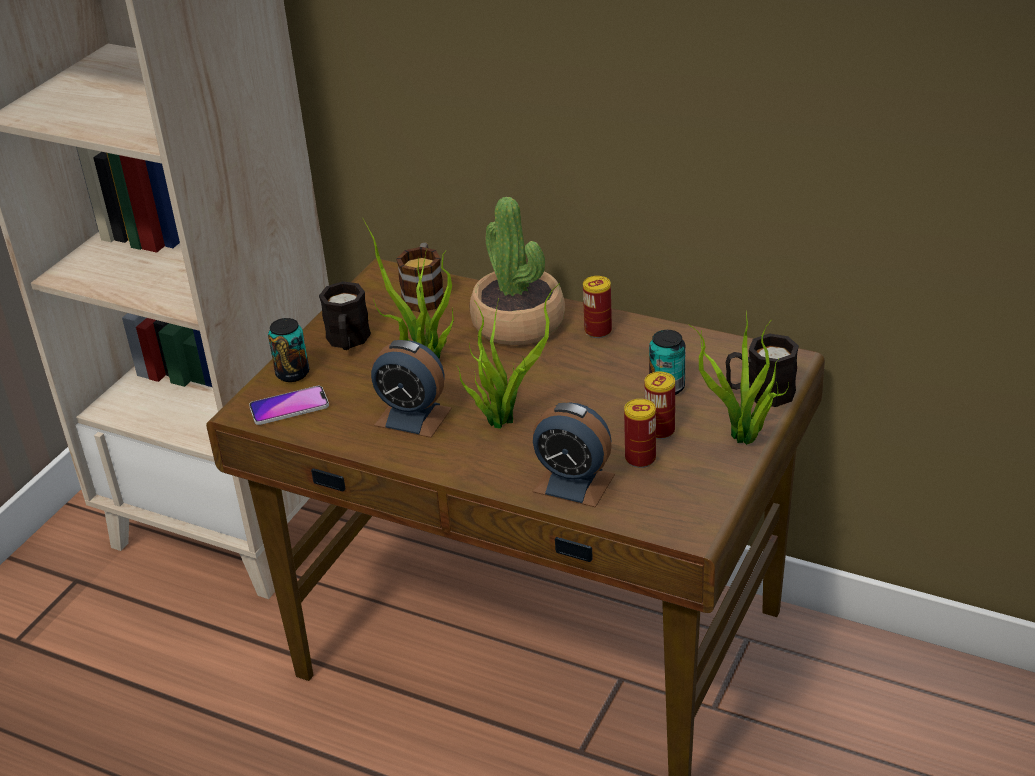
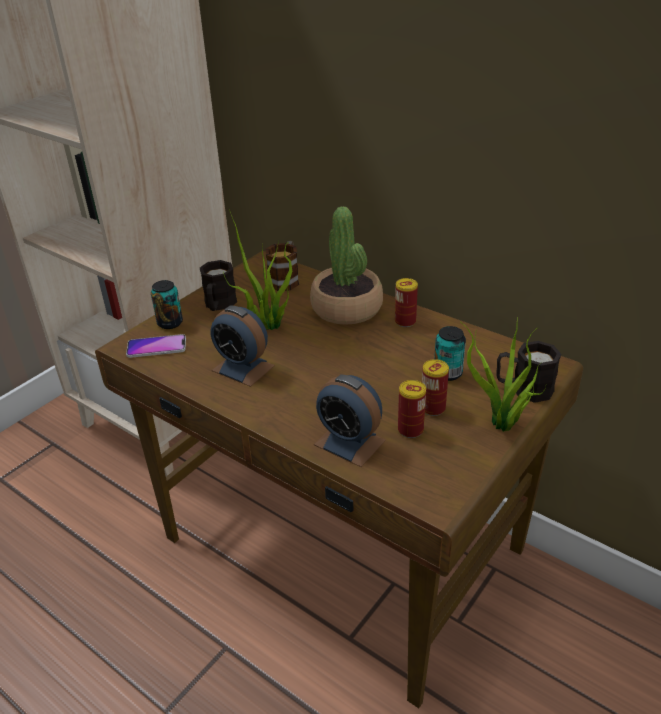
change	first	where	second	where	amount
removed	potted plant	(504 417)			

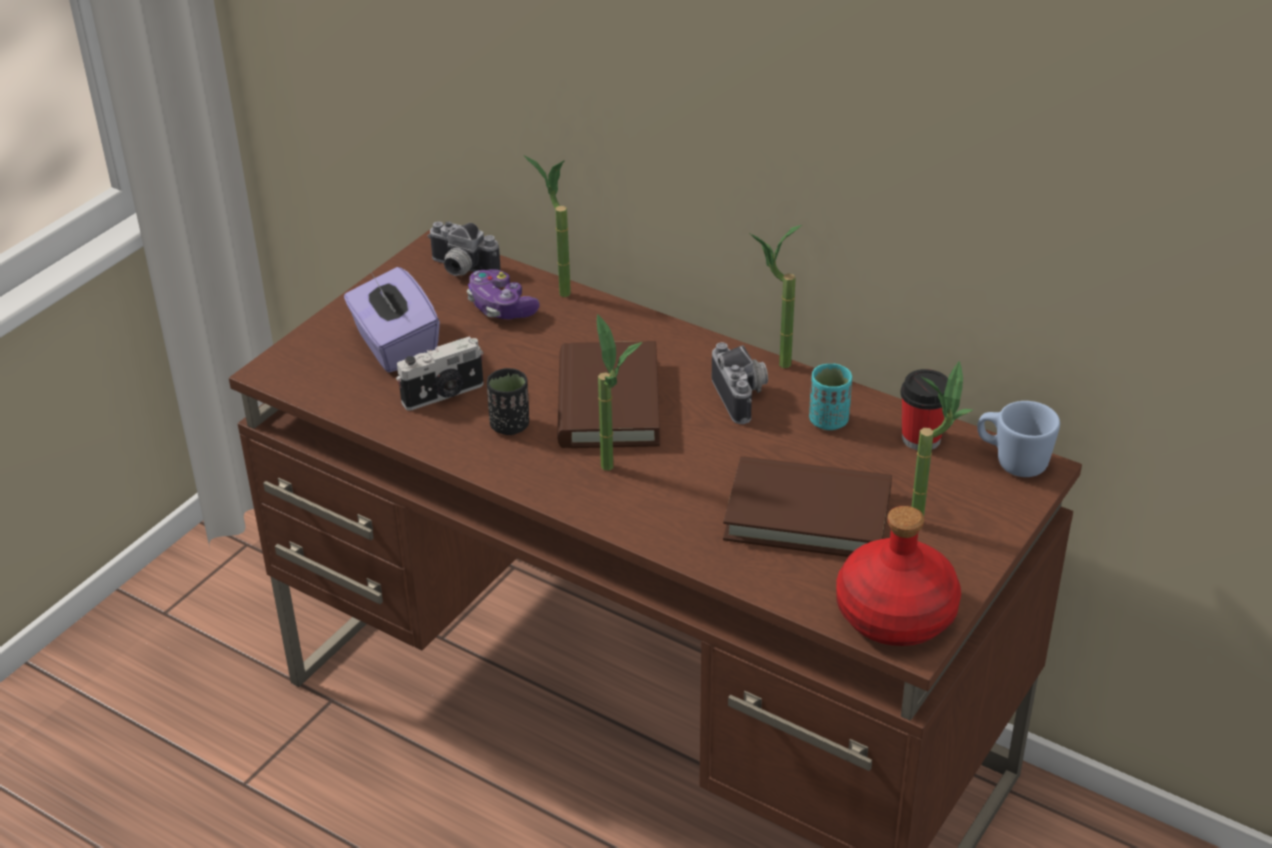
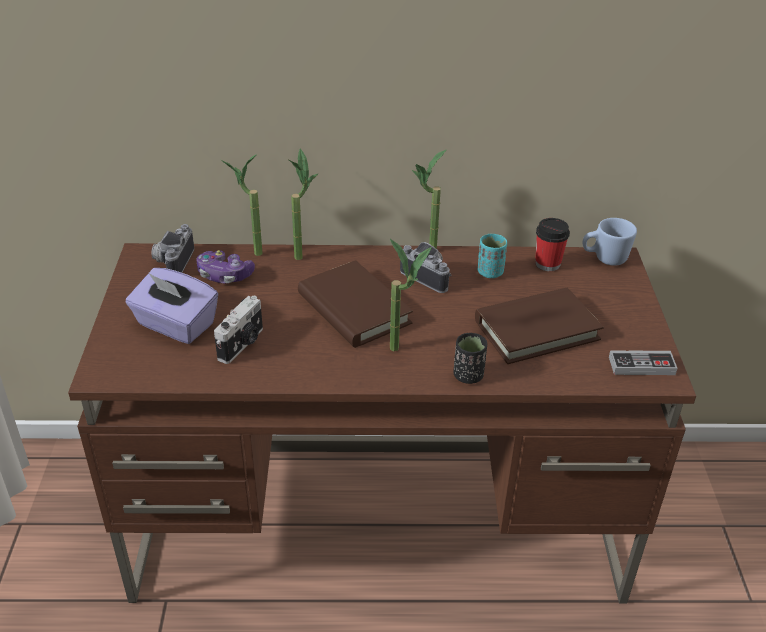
change	first	where	second	where	amount
turned	photo camera	(460 270)		(172 261)	105 degrees clockwise
moved	potted plant	(927 518)		(302 253)	
moved	blackish drinking cup	(510 425)		(468 376)	
replaced	reddish beverage bottle	(897 614)	gamepad	(641 366)	

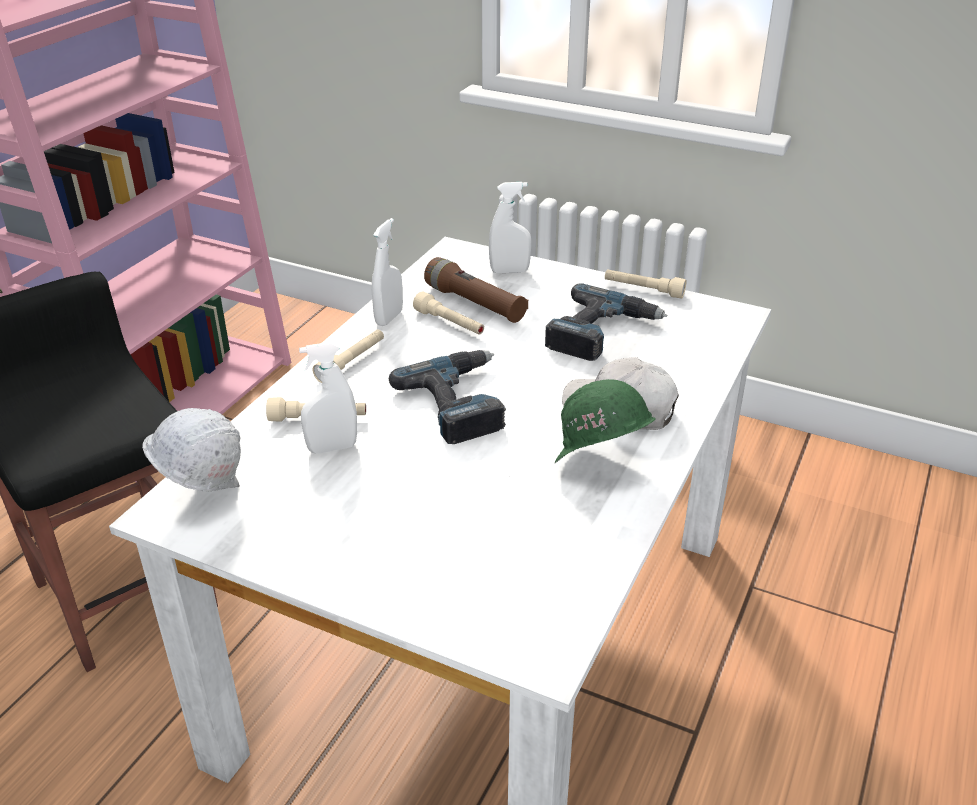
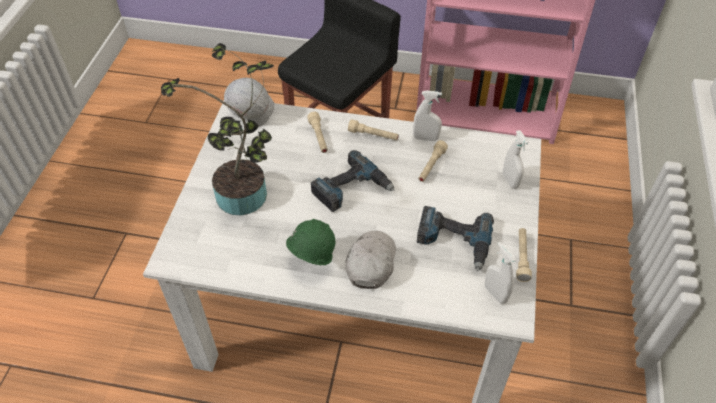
change	first	where	second	where	amount
removed	brown flashlight	(475 304)			
moved	white spray bottle	(332 448)		(495 294)	
added			potted plant	(245 199)	

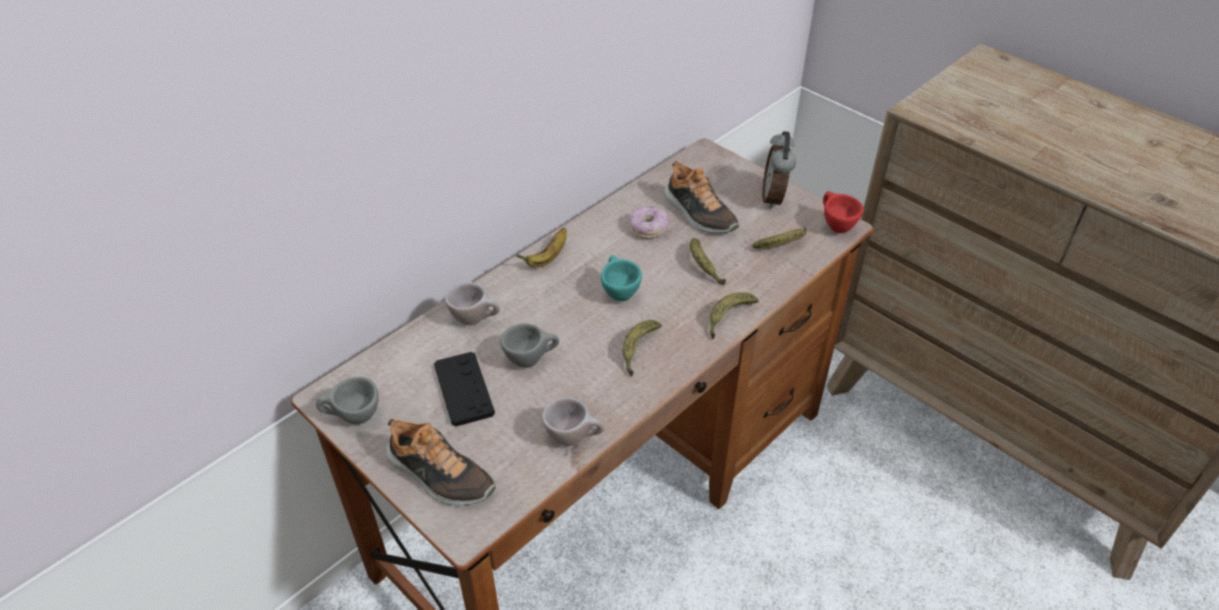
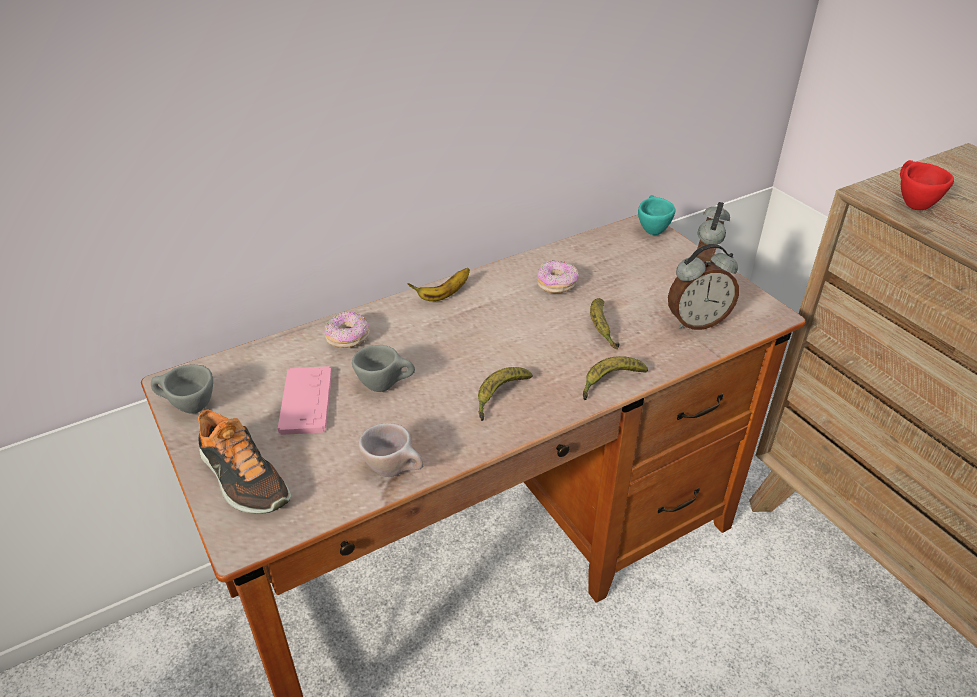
change	first	where	second	where	amount
removed	low shoe	(698 213)			
moved	reddish drinking cup	(834 226)		(911 203)	
replaced	banana fruit	(783 245)	table clock	(696 322)	
moved	turquoise drinking cup	(618 292)		(651 229)	
replaced	beige drinking cup	(475 319)	donut	(348 338)	
recoloured	blackish gamepad	(464 390)	pink gamepad	(306 401)	

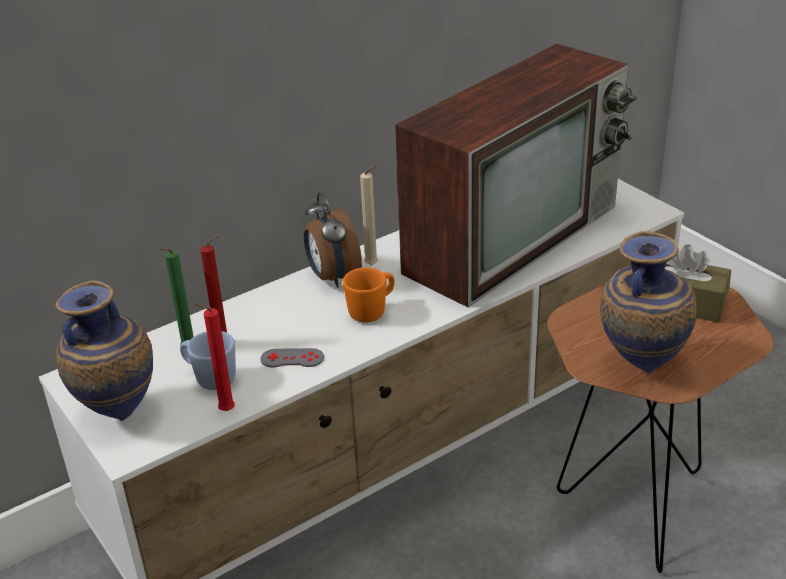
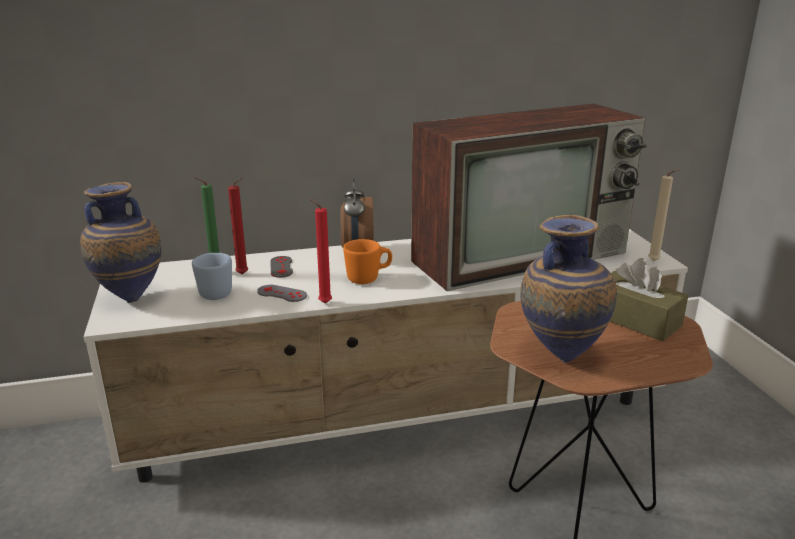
change	first	where	second	where	amount
moved	beige wax candle	(373 265)		(655 262)	
moved	reddish wax candle	(224 411)		(323 303)	
added			gray gamepad	(281 267)	

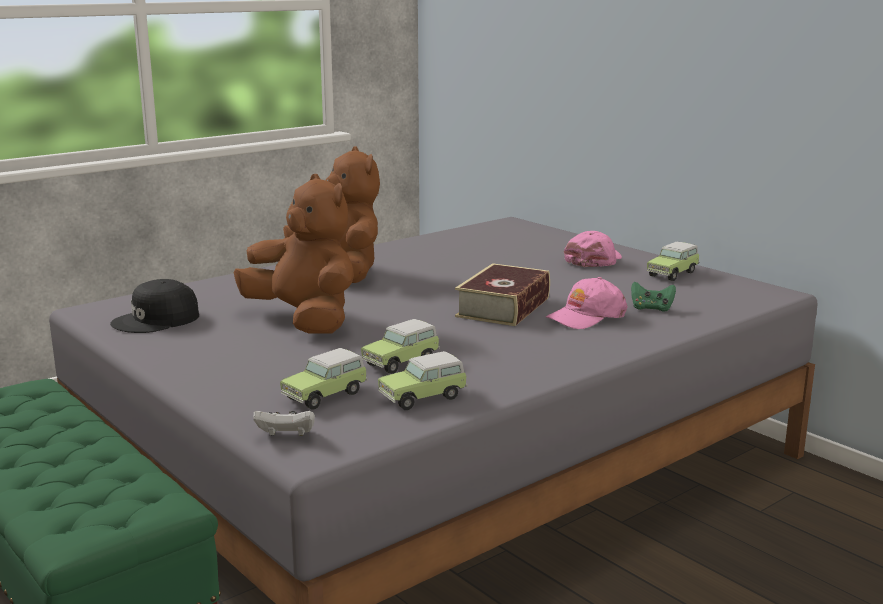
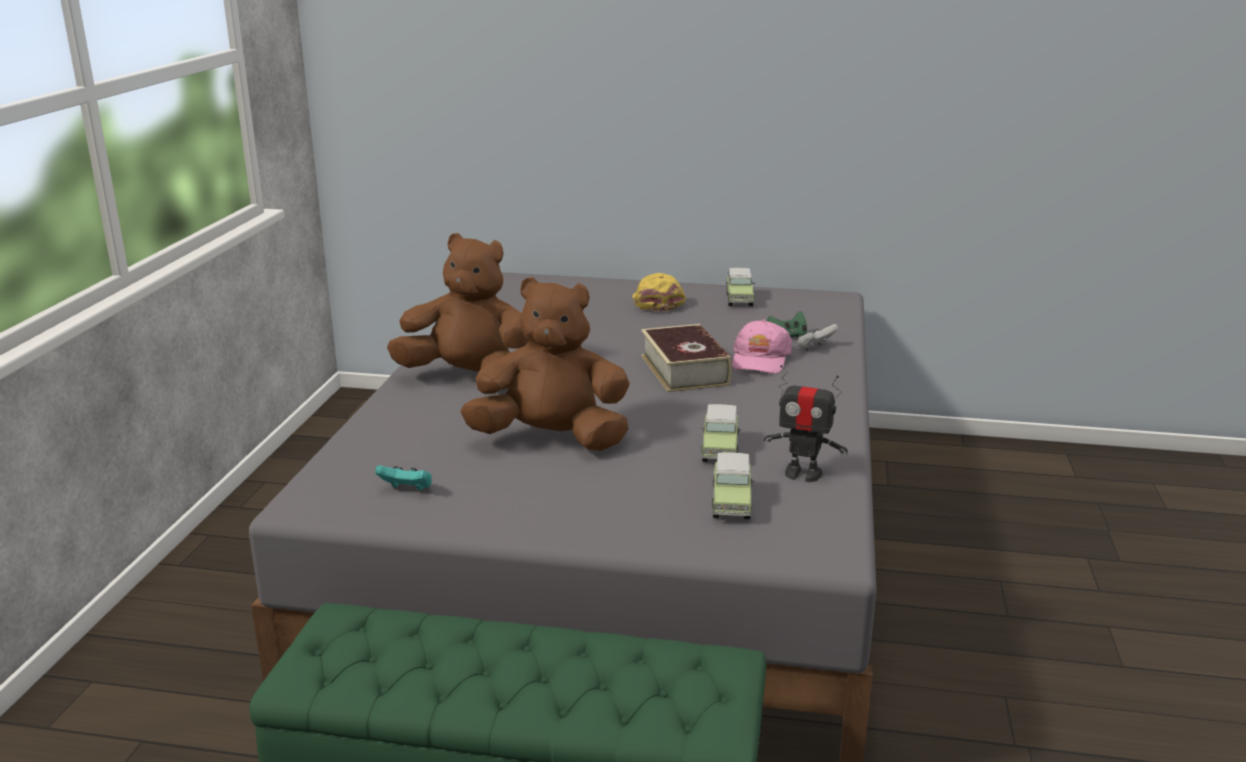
change	first	where	second	where	amount
recoloured	pink baseball cap	(594 260)	yellowish baseball cap	(656 302)	
replaced	blackish baseball cap	(157 320)	turquoise gamepad	(407 490)	
replaced	model car	(425 397)	robot figure	(803 474)	
moved	white gamepad	(286 436)		(815 347)	

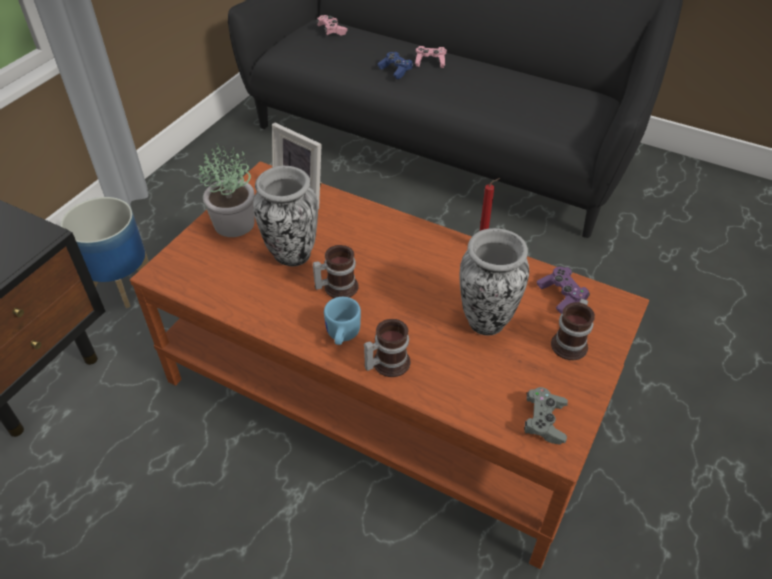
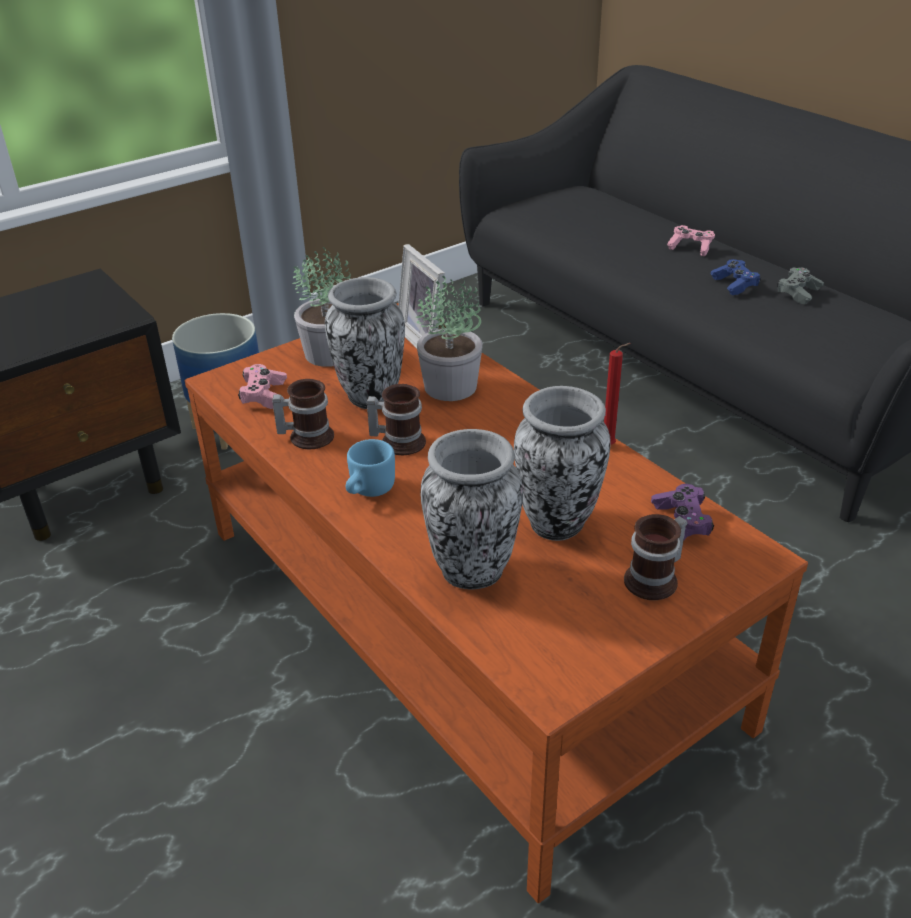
change	first	where	second	where	amount
moved	pink gamepad	(331 31)		(264 395)	
moved	bluish gamepad	(395 70)		(734 284)	
moved	mug	(387 362)		(307 436)	
moved	gray gamepad	(544 421)		(798 293)	
added			potted plant	(451 386)	
added			vase	(472 571)	

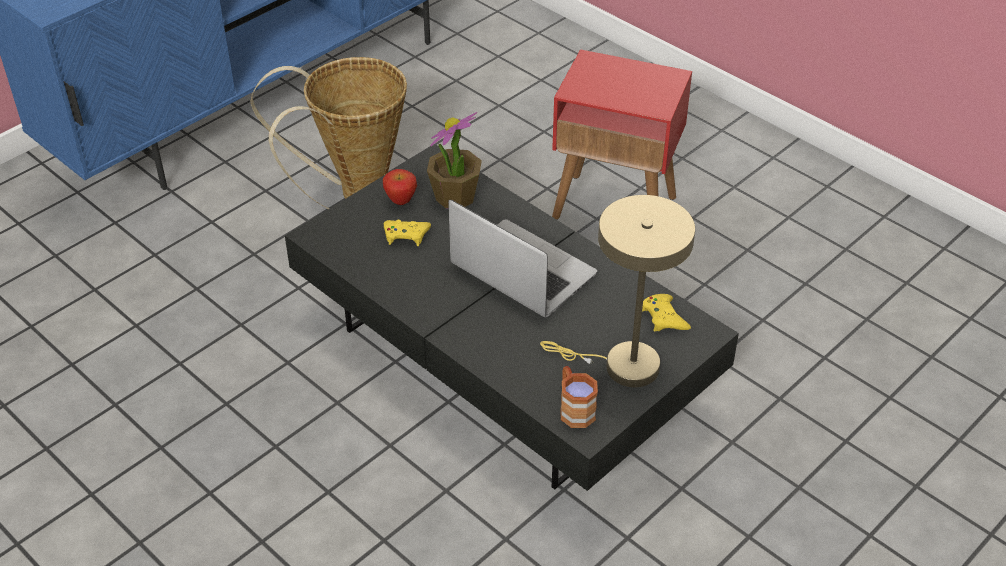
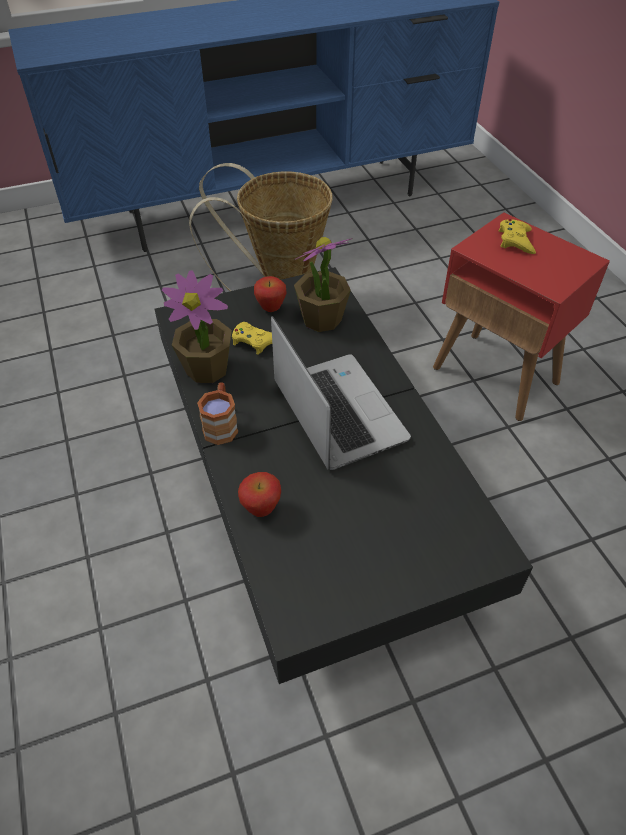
change	first	where	second	where	amount
removed	beige table lamp	(621 366)			
moved	yellowish gamepad	(664 317)		(515 241)	
moved	brown mug	(574 408)		(221 424)	
added			potted plant	(207 368)	
added			apple	(261 509)	

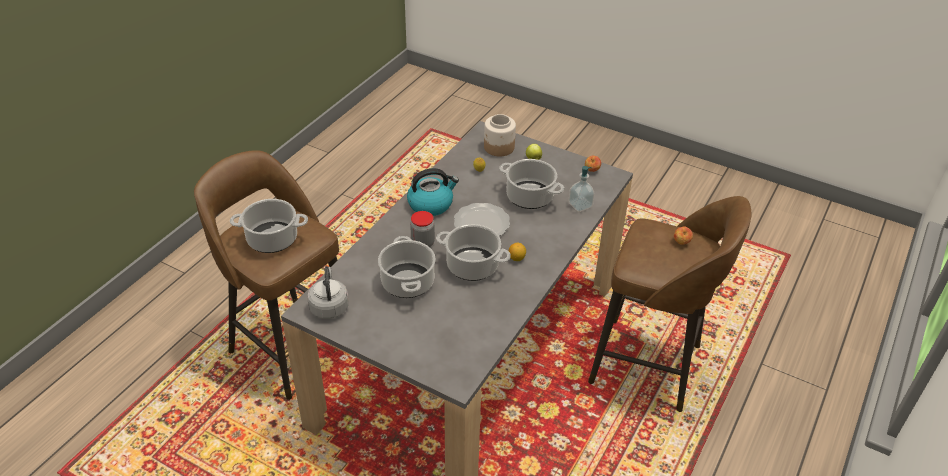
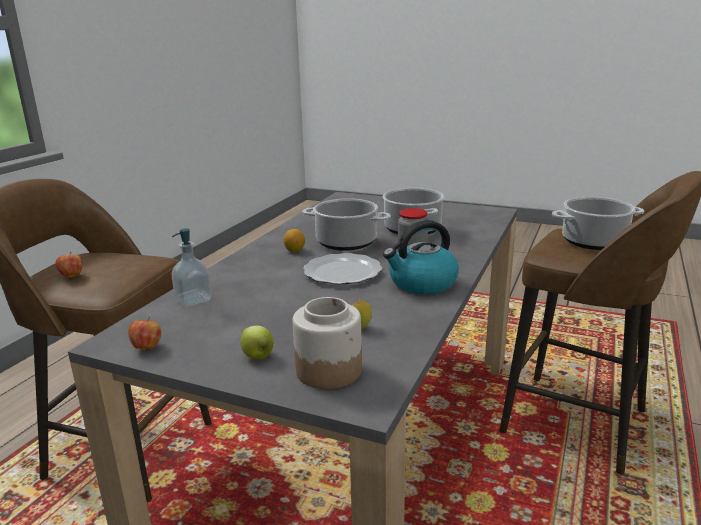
change	first	where	second	where	amount
removed	saucepot	(529 197)			
removed	gray kettle	(329 306)			

